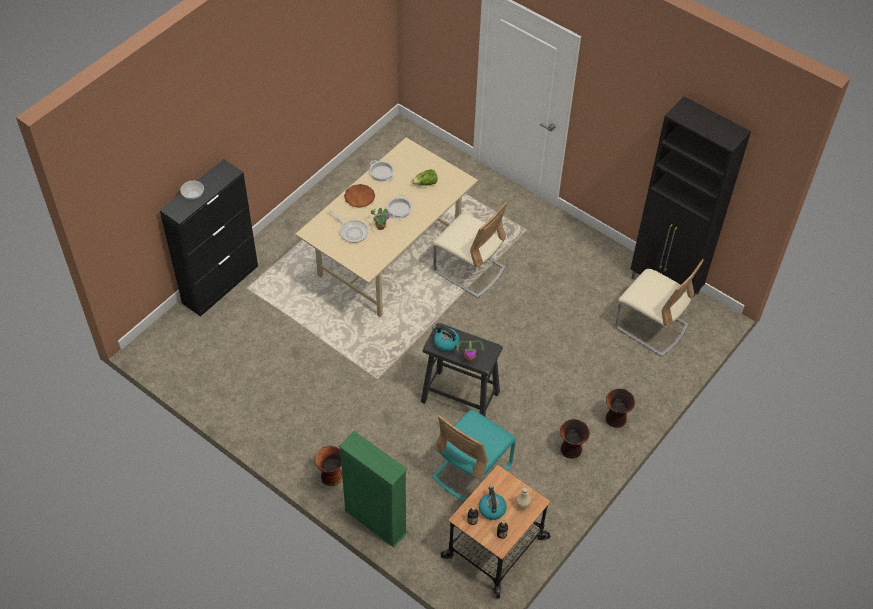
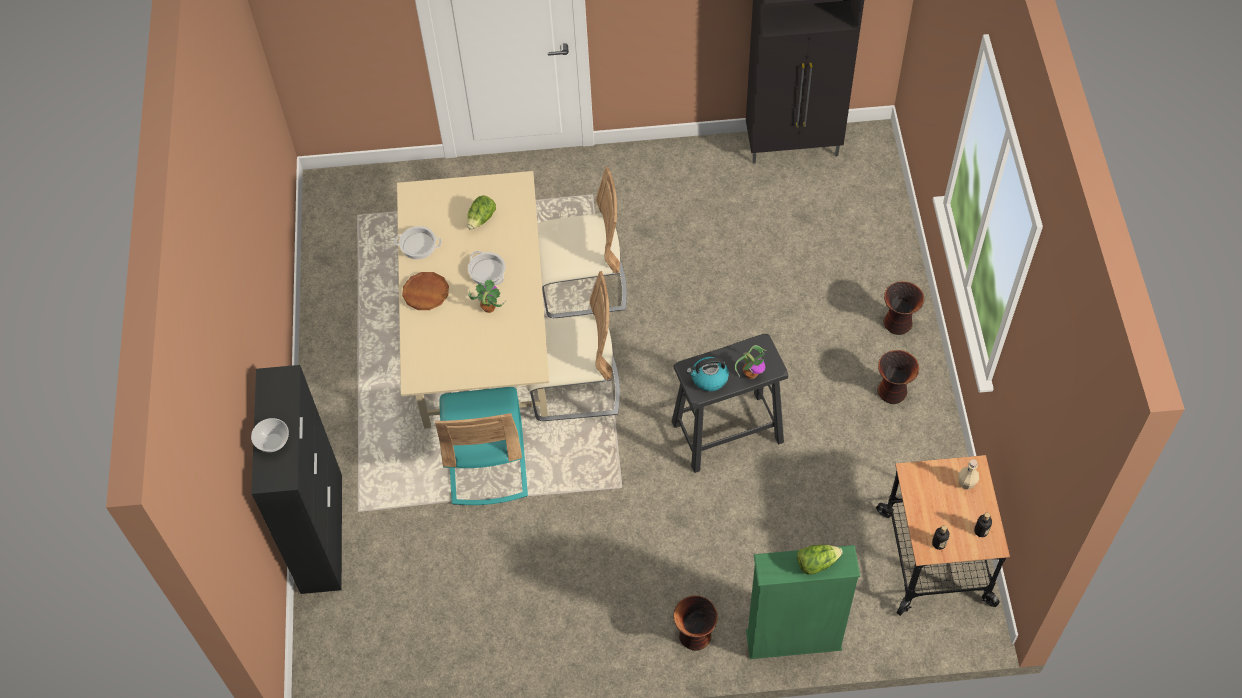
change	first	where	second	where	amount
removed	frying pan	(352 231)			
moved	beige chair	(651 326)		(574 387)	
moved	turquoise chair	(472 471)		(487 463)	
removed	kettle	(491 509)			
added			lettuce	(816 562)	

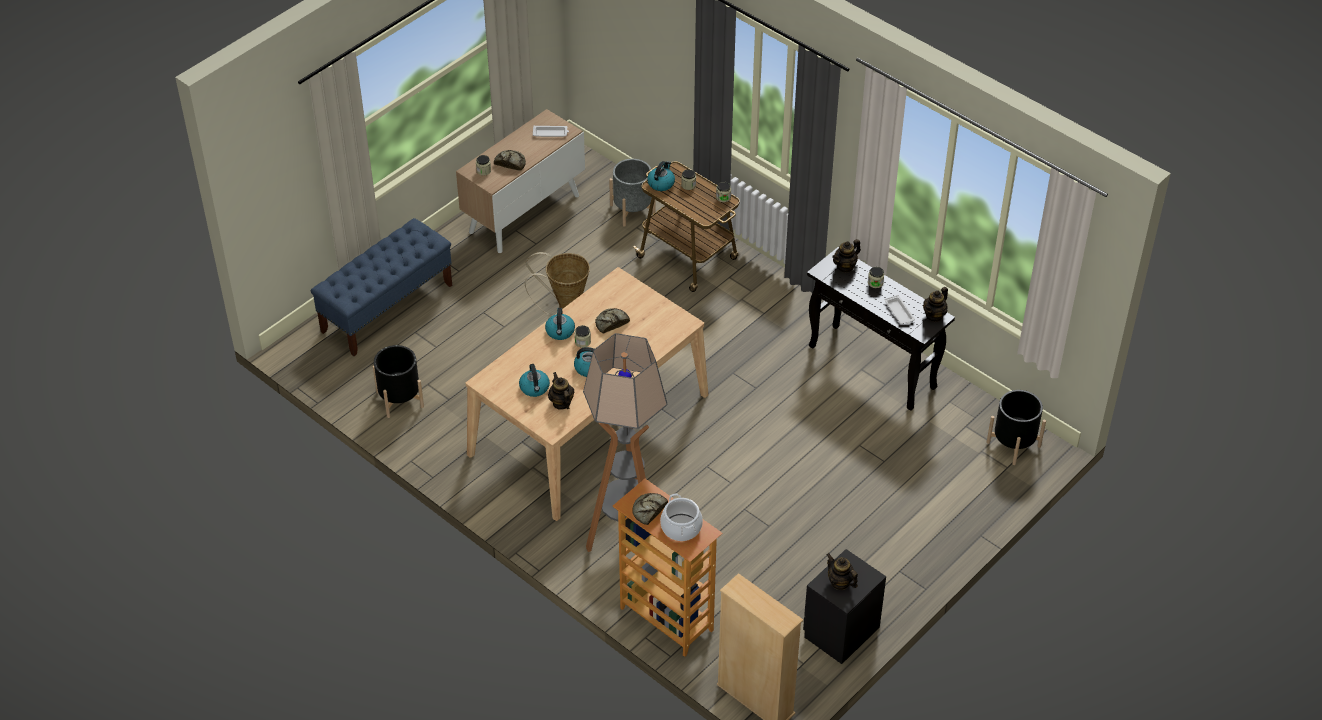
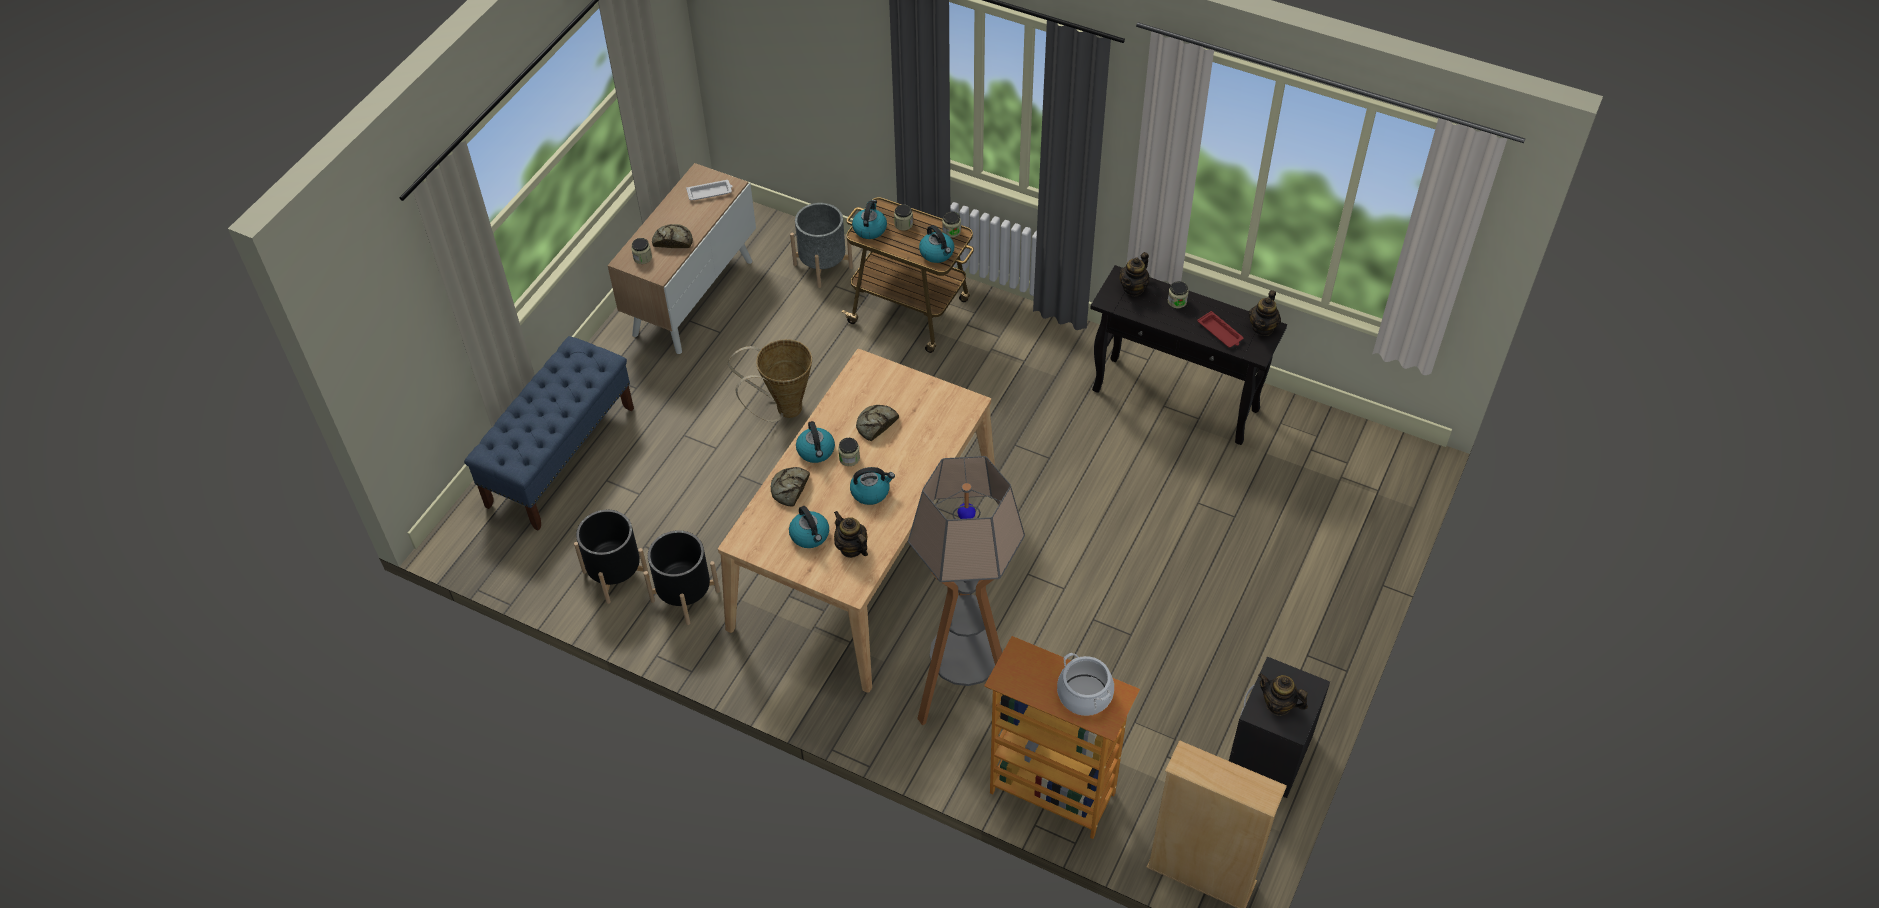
change	first	where	second	where	amount
recoloured	white tray	(899 312)	reddish tray	(1220 333)	
moved	blackish planter	(1013 444)		(685 596)	
moved	baked bread	(648 510)		(790 489)	
added			kettle	(937 253)	

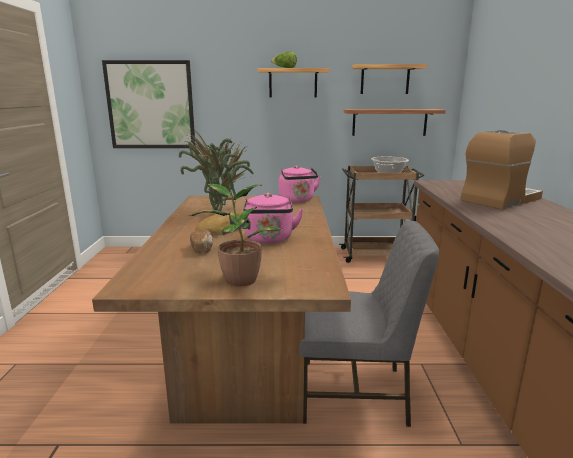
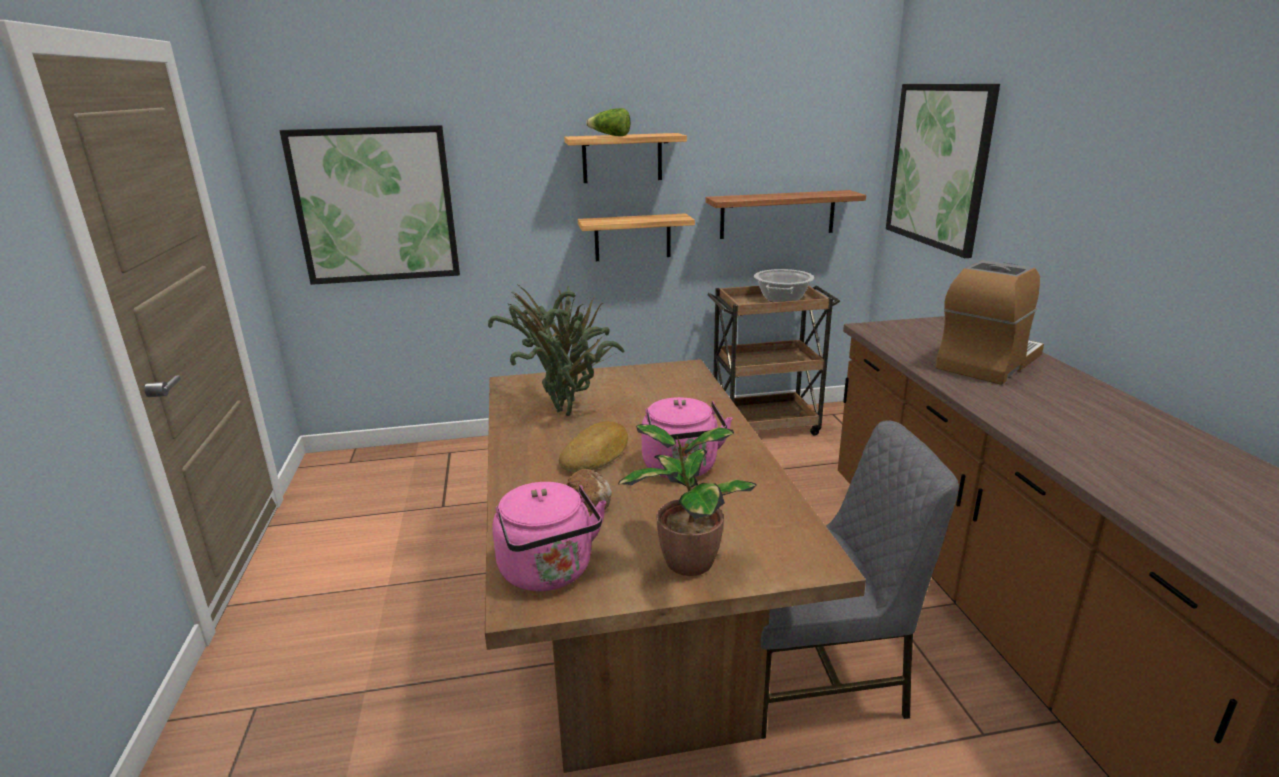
change	first	where	second	where	amount
moved	wall shelf	(385 79)		(632 237)	
moved	pink kettle	(297 200)		(549 573)	
added			picture	(938 166)	

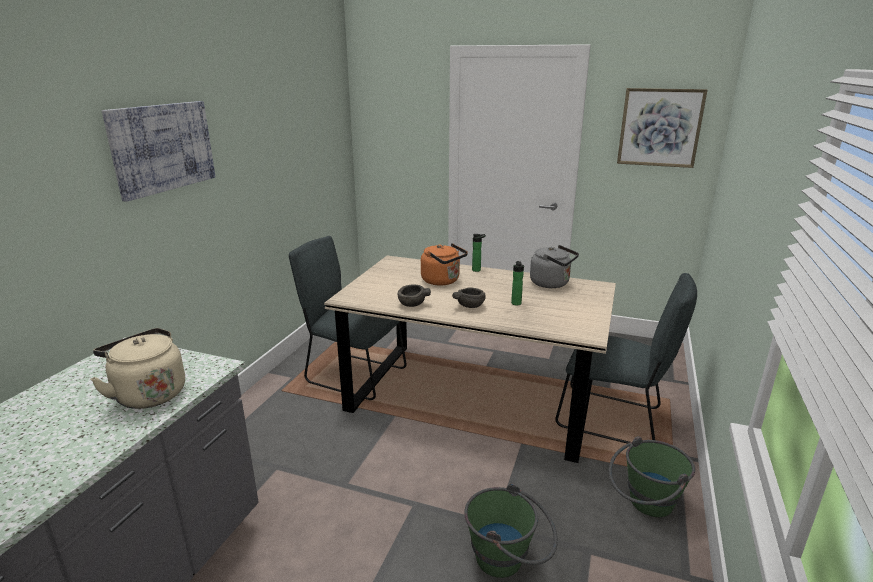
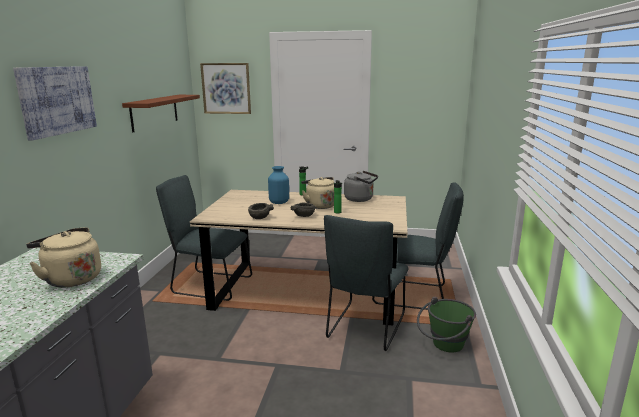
change	first	where	second	where	amount
moved	picture	(660 127)		(226 88)	
replaced	orange kettle	(442 281)	bluish vase	(279 202)	
removed	greenish water bucket	(509 560)			
added			brown wall shelf	(154 112)	
added			beige kettle	(319 205)	
added			gray chair	(365 328)	

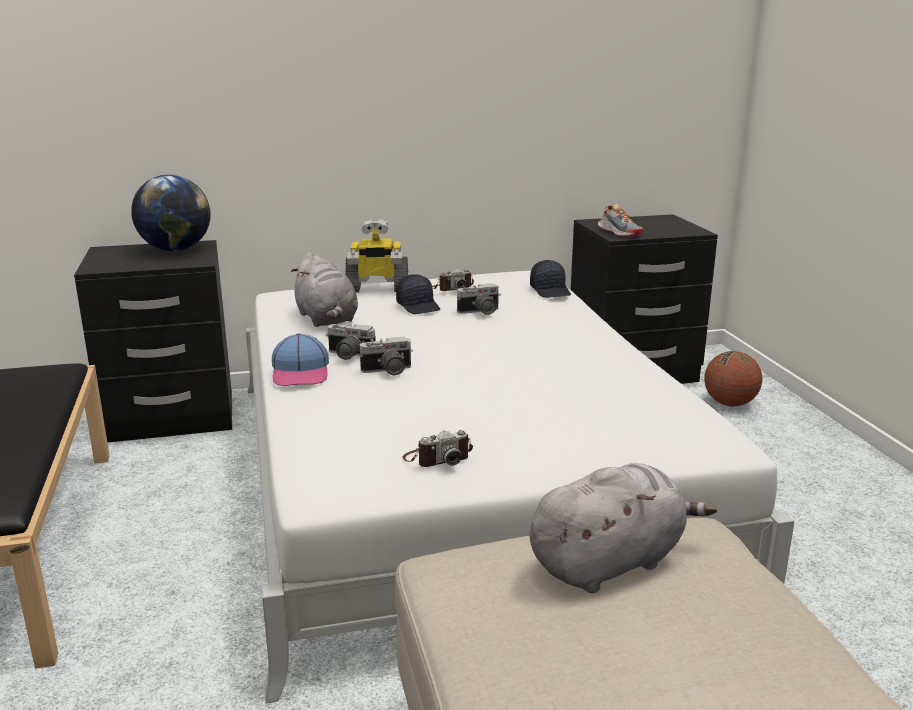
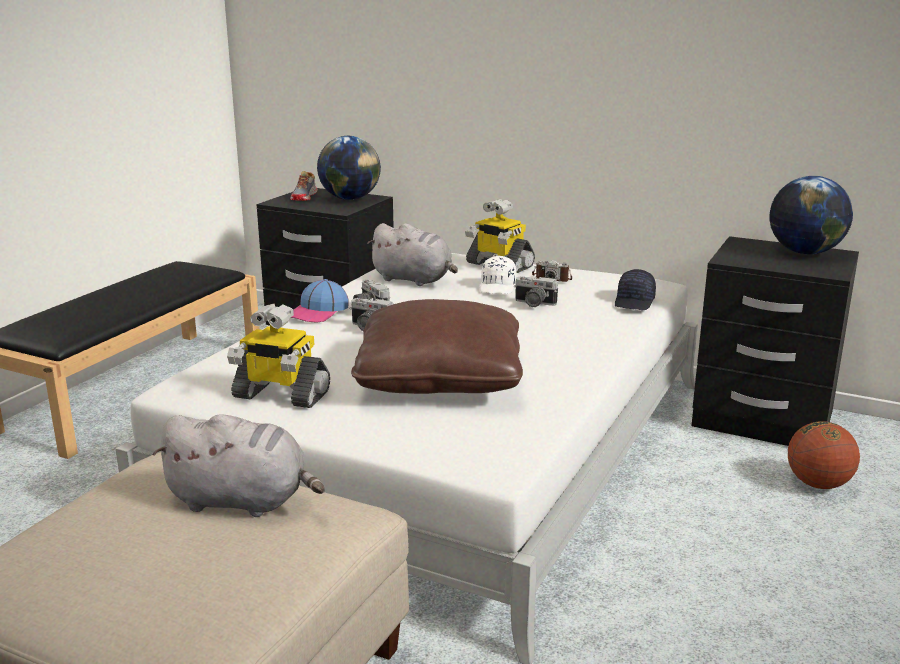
change	first	where	second	where	amount
moved	low shoe	(619 232)		(305 197)	
turned	gray soft toy	(326 319)		(414 280)	75 degrees counterclockwise
recoloured	blackish baseball cap	(419 306)	white baseball cap	(498 287)	
replaced	photo camera	(437 458)	robot figure	(280 395)	
added			world globe	(804 252)	
added			brown cushion	(439 377)	

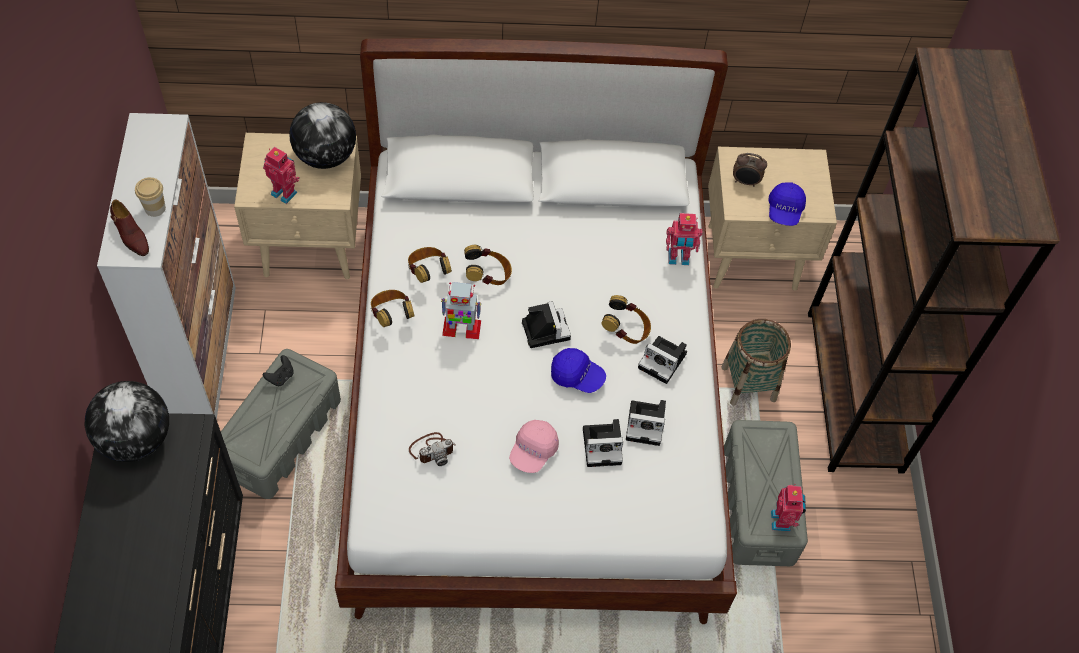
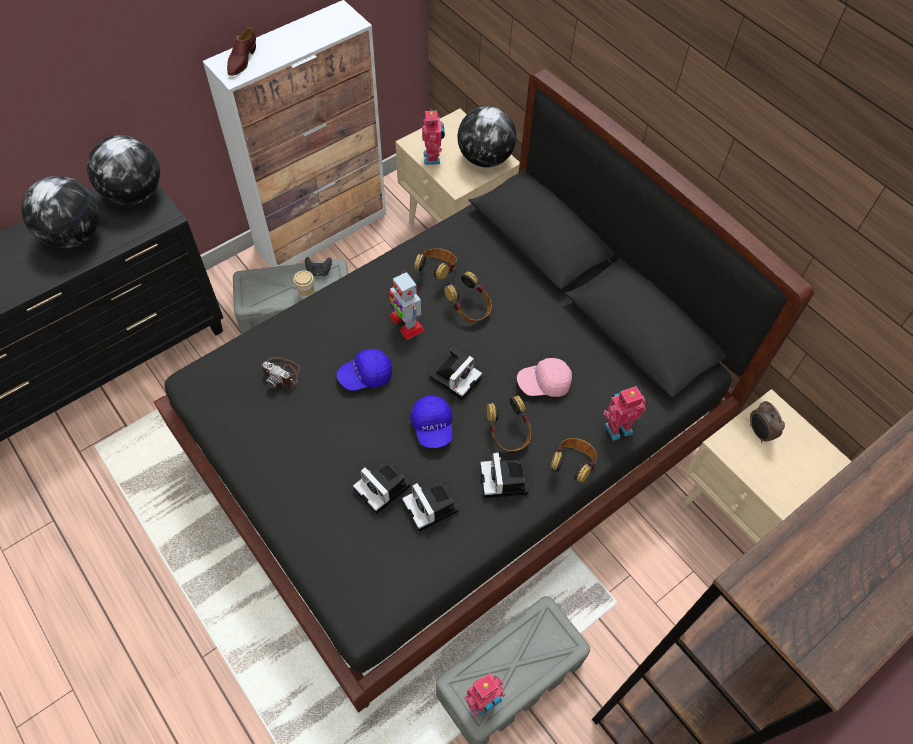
change	first	where	second	where	amount
recoloured	white sleeping bed	(533 404)	blackish sleeping bed	(455 446)	
moved	drinking cup	(155 208)		(306 293)	
moved	bluish baseball cap	(784 210)		(365 376)	
turned	robot figure	(678 258)		(617 427)	105 degrees clockwise
moved	headset	(391 315)		(572 465)	
removed	storage basket	(749 383)			
moved	pink baseball cap	(533 451)		(544 383)	
added			world globe	(73 236)	

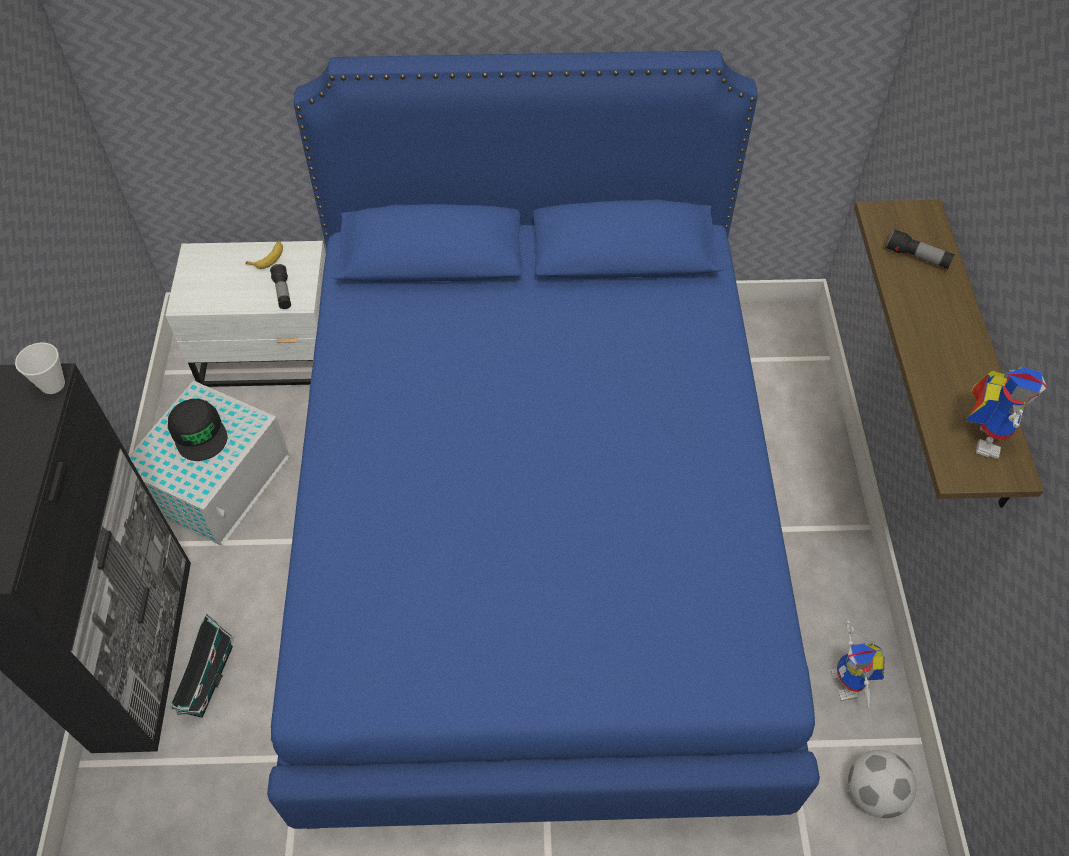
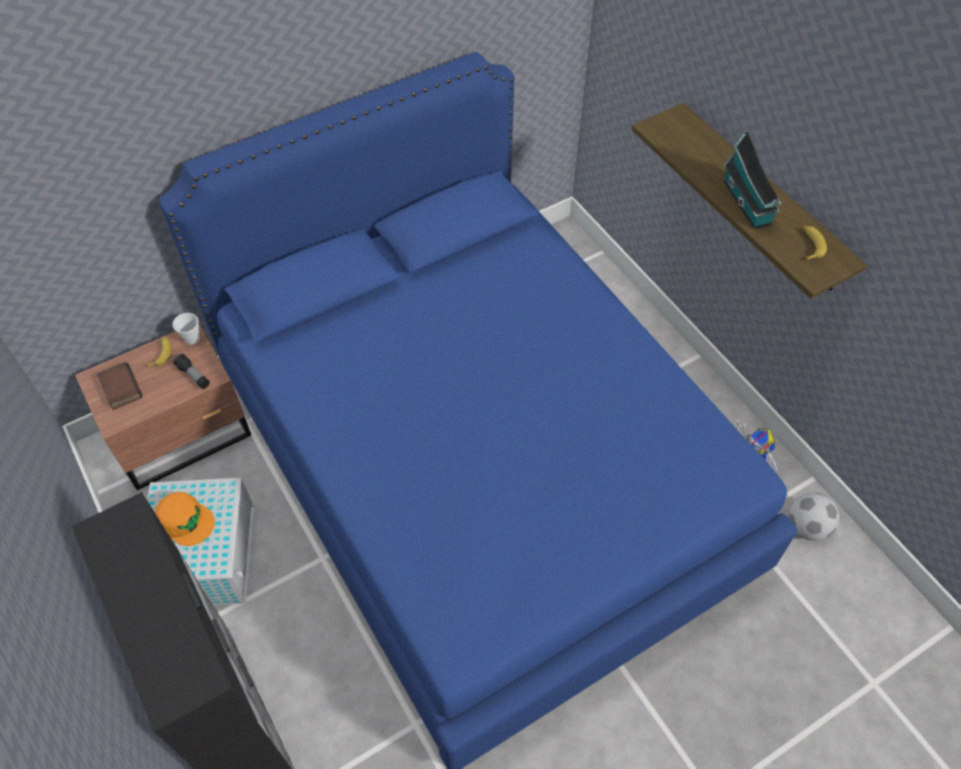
change	first	where	second	where	amount
removed	flashlight	(917 257)			
recoloured	white night table	(272 354)	brown night table	(183 435)	
moved	drinking cup	(53 384)		(192 338)	
replaced	robot figure	(981 434)	banana fruit	(810 245)	
recoloured	blackish baseball cap	(199 433)	orange baseball cap	(185 520)	
moved	miniature house	(207 682)		(747 204)	
added			bound book	(119 388)	

